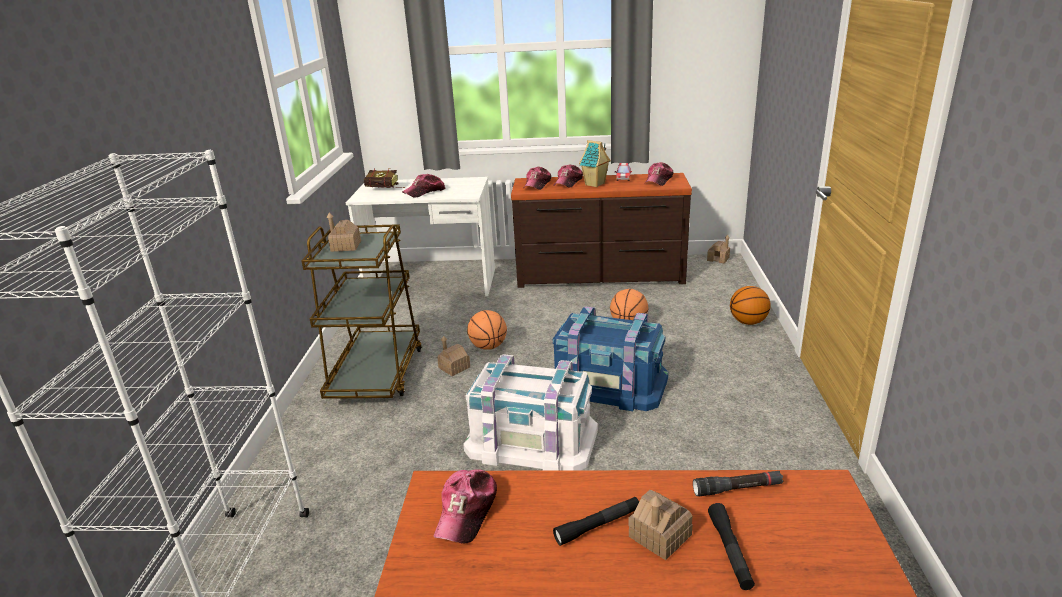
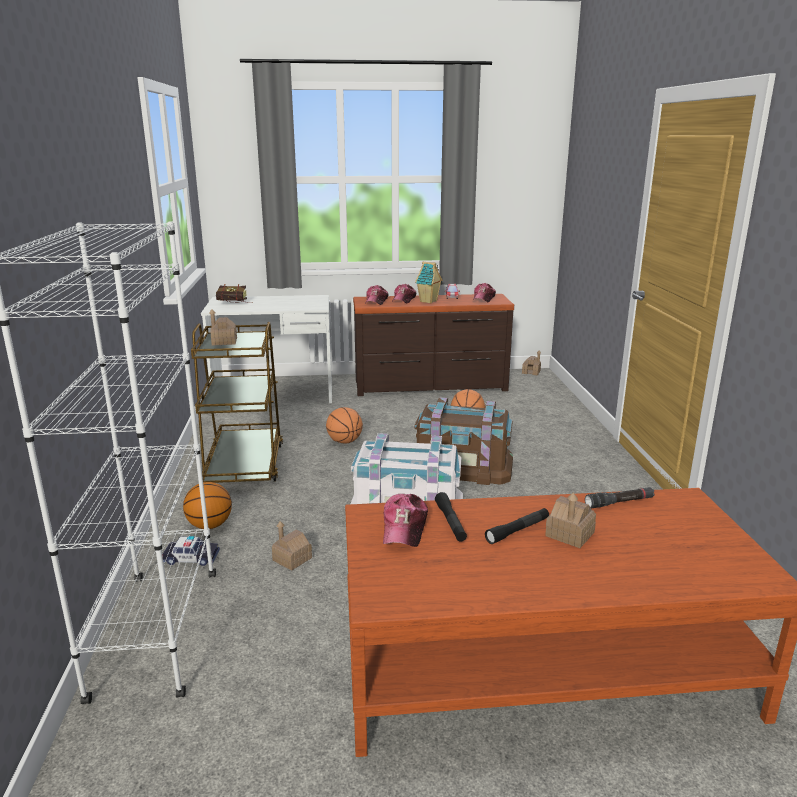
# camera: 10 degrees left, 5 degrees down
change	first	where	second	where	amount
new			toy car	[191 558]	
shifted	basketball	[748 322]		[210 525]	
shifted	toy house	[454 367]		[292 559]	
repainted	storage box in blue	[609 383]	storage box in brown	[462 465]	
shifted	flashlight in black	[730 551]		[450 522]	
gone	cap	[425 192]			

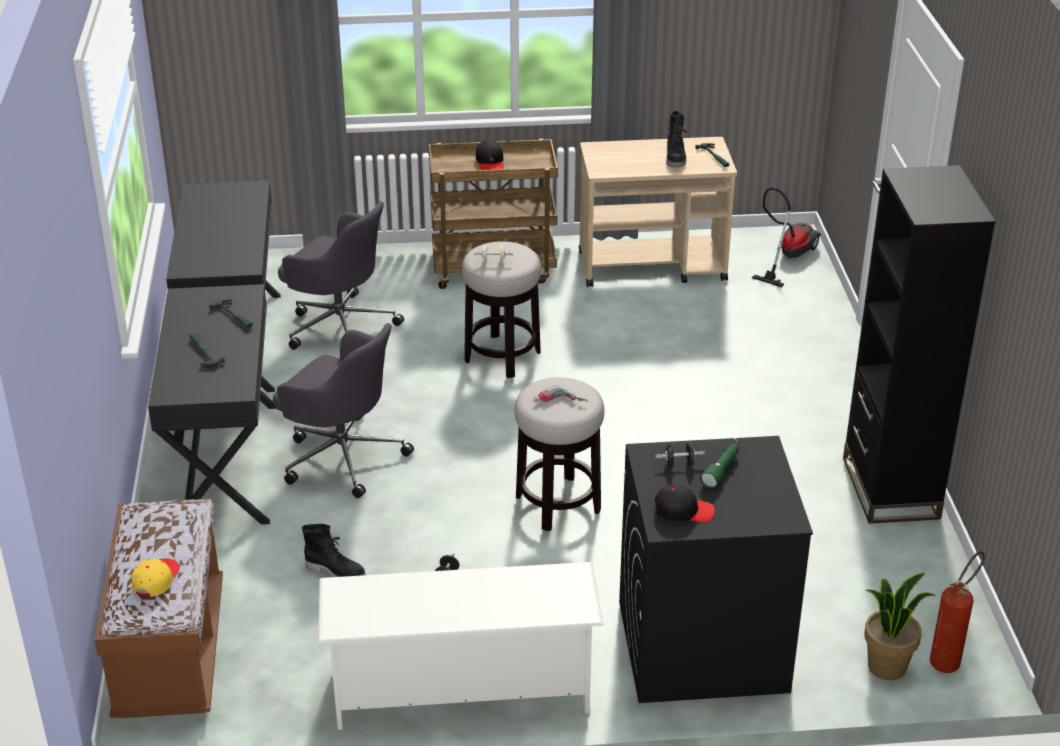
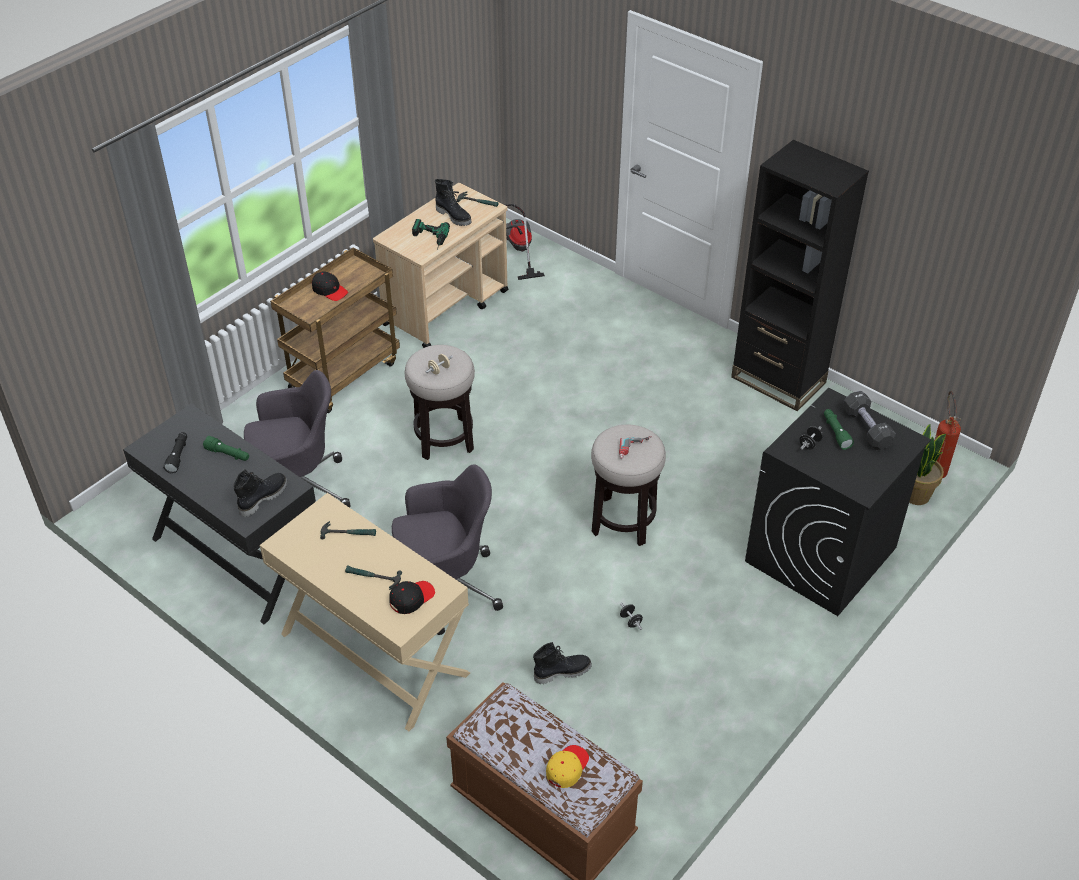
# camera: 45 degrees left, 10 degrees up
change	first	where	second	where	amount
new			flashlight in black	[178 456]	
new			flashlight in green	[228 454]	
new			boot in black	[262 498]	
repainted	desk in black	[224 464]	desk in beige	[373 654]	
shifted	cap in black	[683 511]		[411 598]	
new			power drill	[429 239]	
rotated	cap in yellow	[156 579]		[567 767]	60 degrees clockwise
new			dumbbell in black	[866 429]	
gone	shoe rack in white	[461 689]			

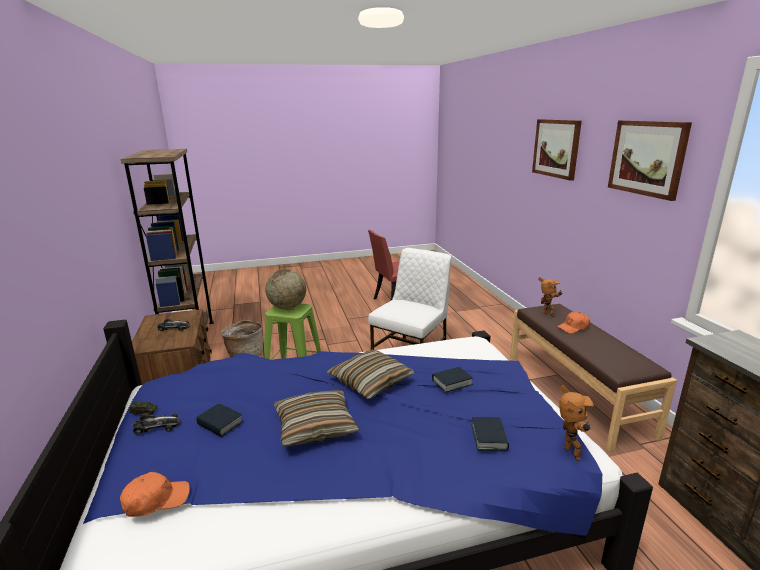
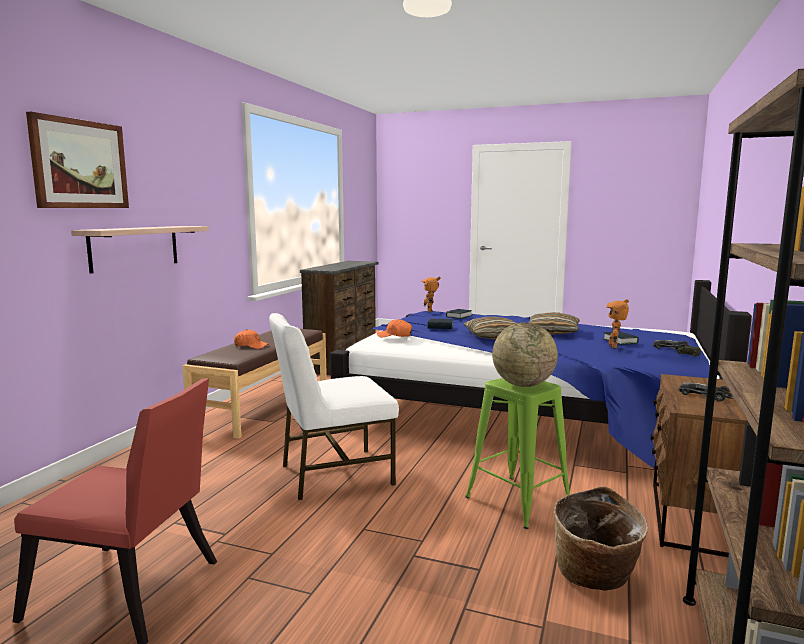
# camera: 145 degrees left, 10 degrees down
change	first	where	second	where	amount
new			shelf	[135 247]	
shifted	cap in orange	[156 500]		[395 336]	
shifted	toy robot	[547 315]		[614 347]	
gone	picture	[647 158]			

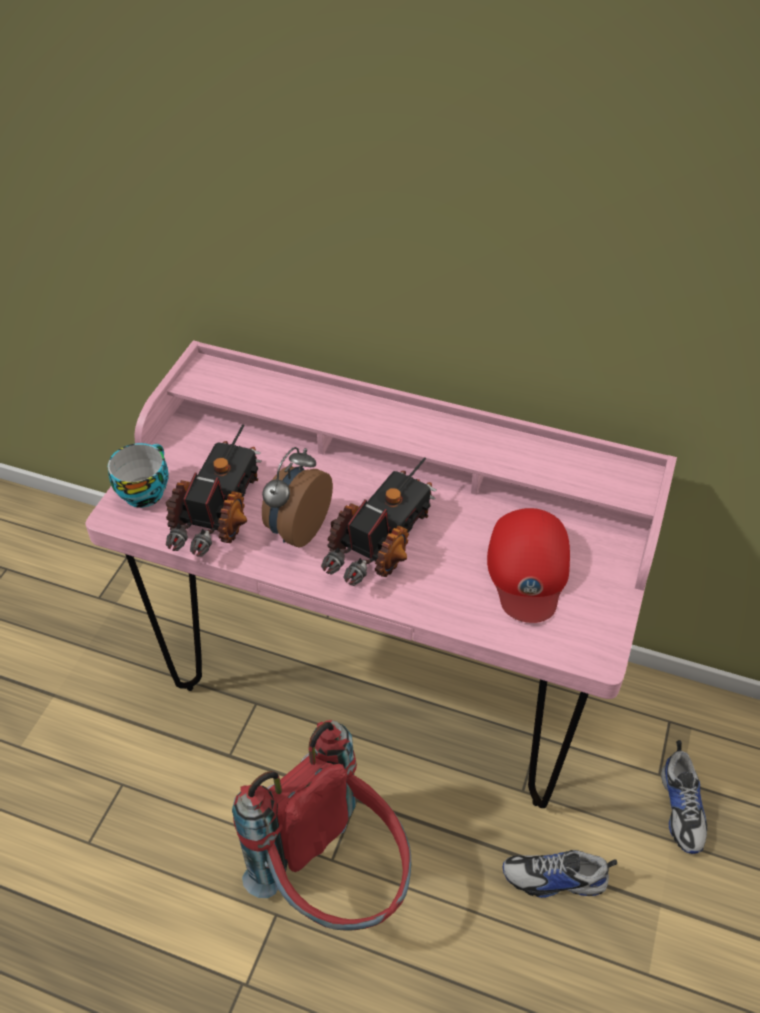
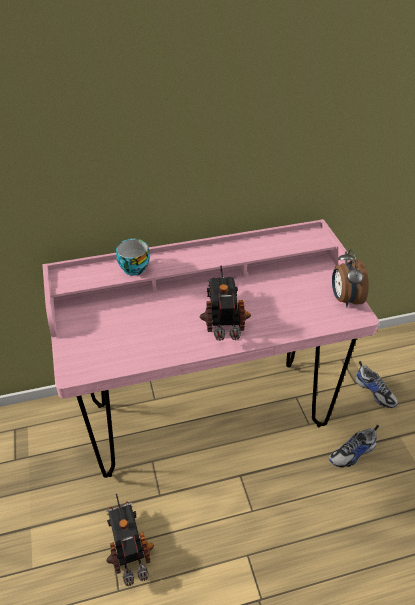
# camera: 35 degrees left, 5 degrees down
change	first	where	second	where	amount
shifted	toy truck	[219 512]		[129 546]	
shifted	cup	[144 490]		[133 267]	
shifted	alarm clock	[297 529]		[344 299]	
gone	backpack in red	[335 880]			
gone	cap in red	[528 569]			

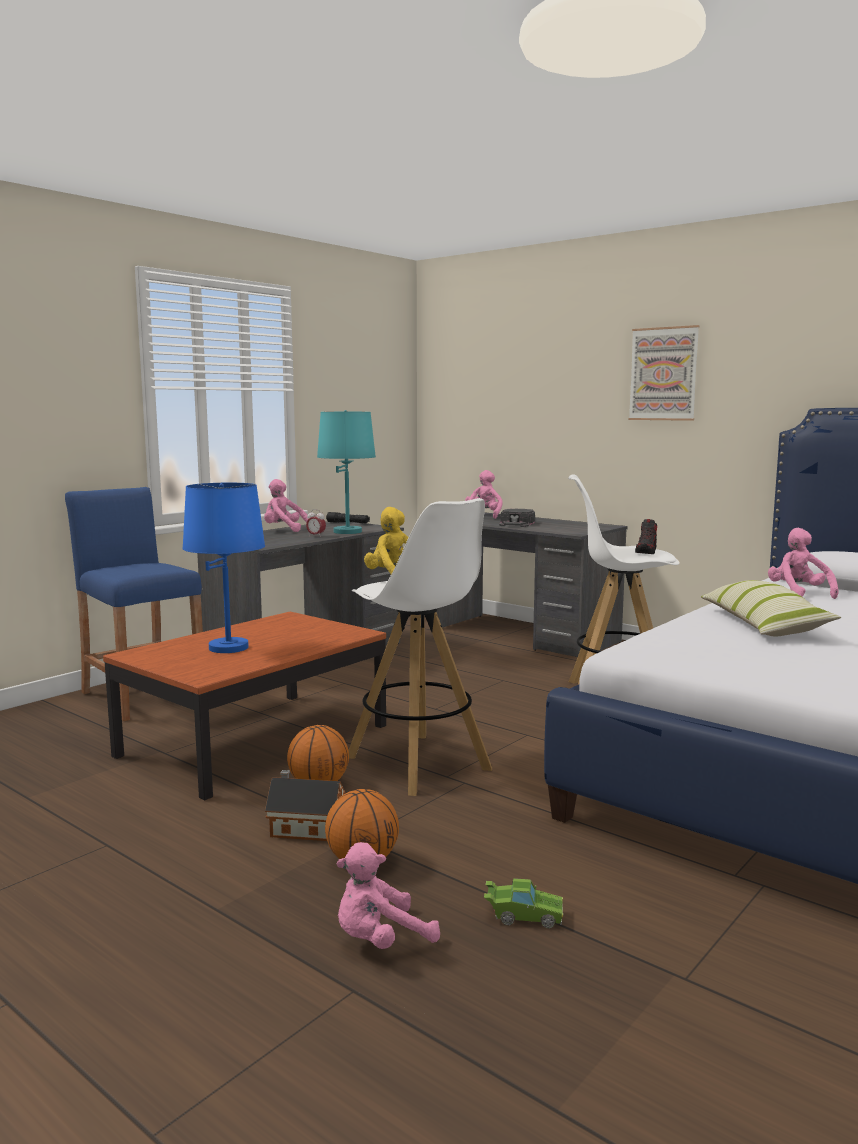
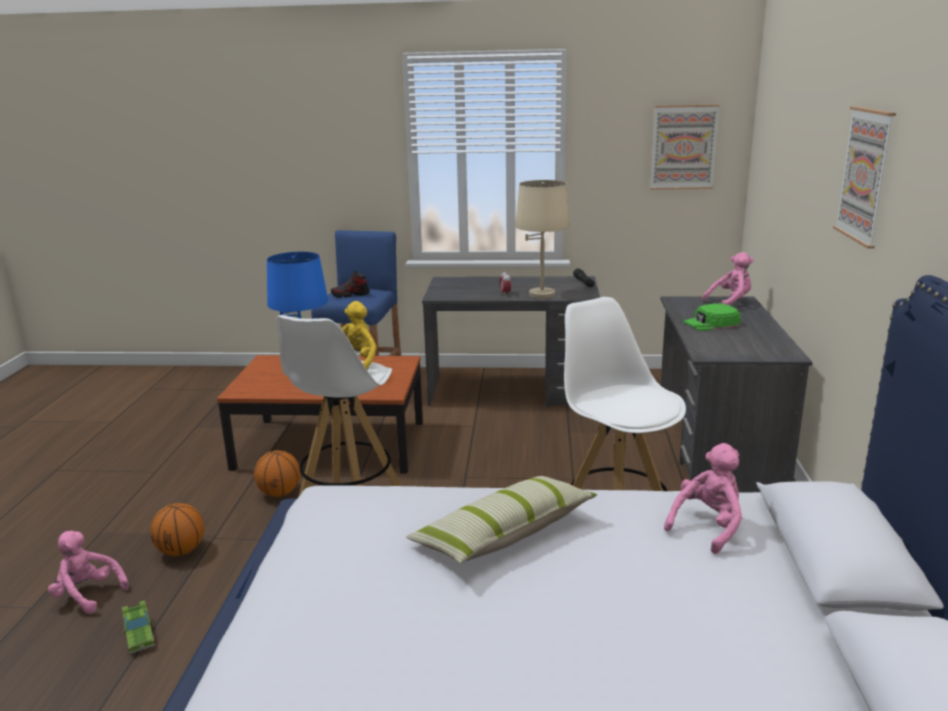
# camera: 55 degrees right, 10 degrees up
change	first	where	second	where	amount
shifted	shoe	[646 551]		[350 295]	
repainted	table lamp in turquoise	[347 532]	table lamp in beige	[542 294]	
new			picture	[683 147]	
repainted	cap in black	[516 523]	cap in green	[711 323]	
gone	plush toy in pink	[285 530]			
gone	toy house	[304 828]			

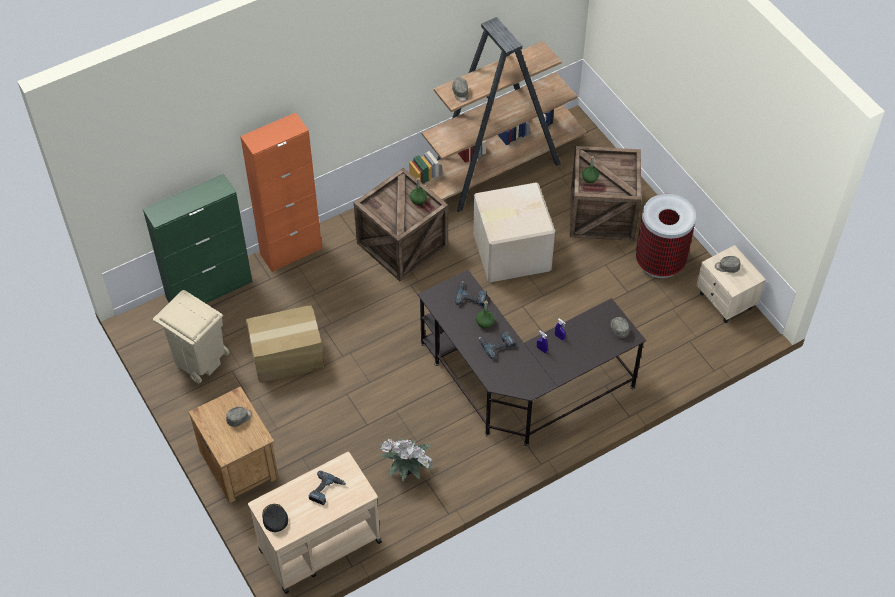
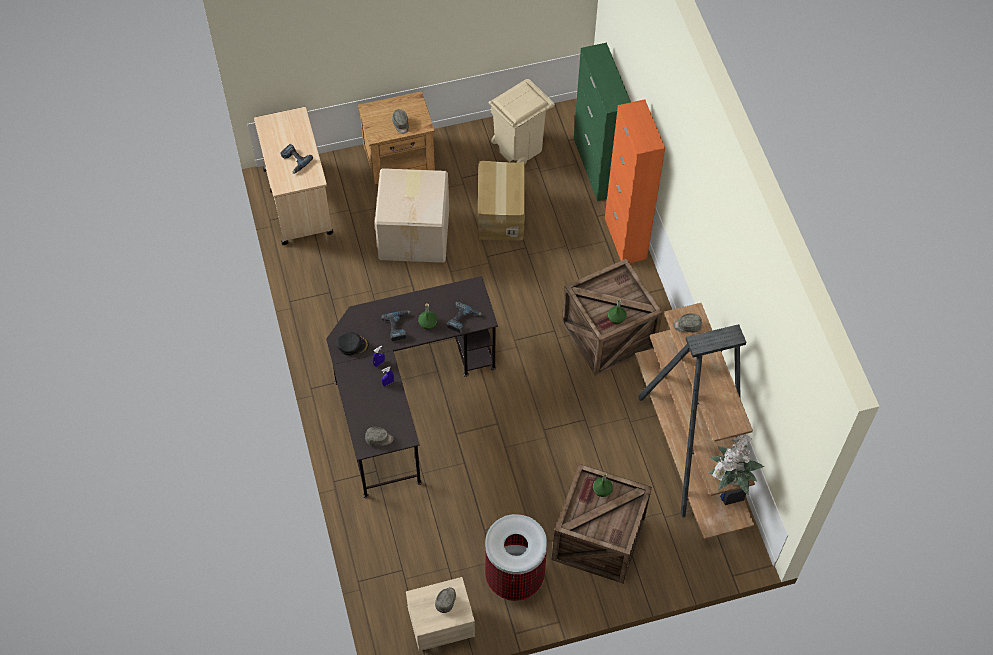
# camera: 105 degrees right, 5 degrees up
change	first	where	second	where	amount
shifted	cap in black	[274 519]		[352 345]	
shifted	cardboard box	[510 252]		[415 233]	
shifted	potted plant	[408 470]		[730 478]	

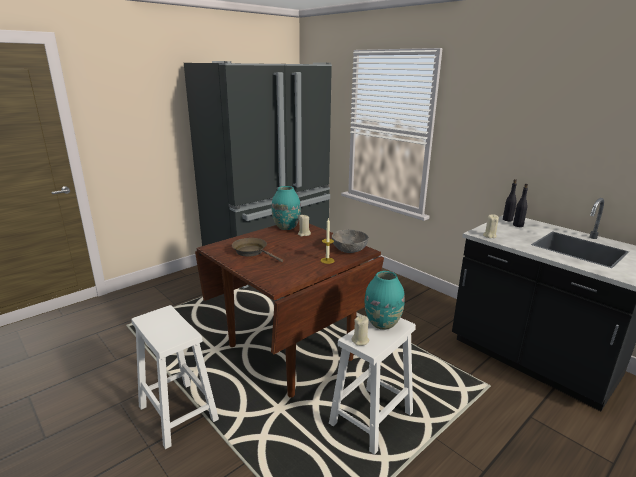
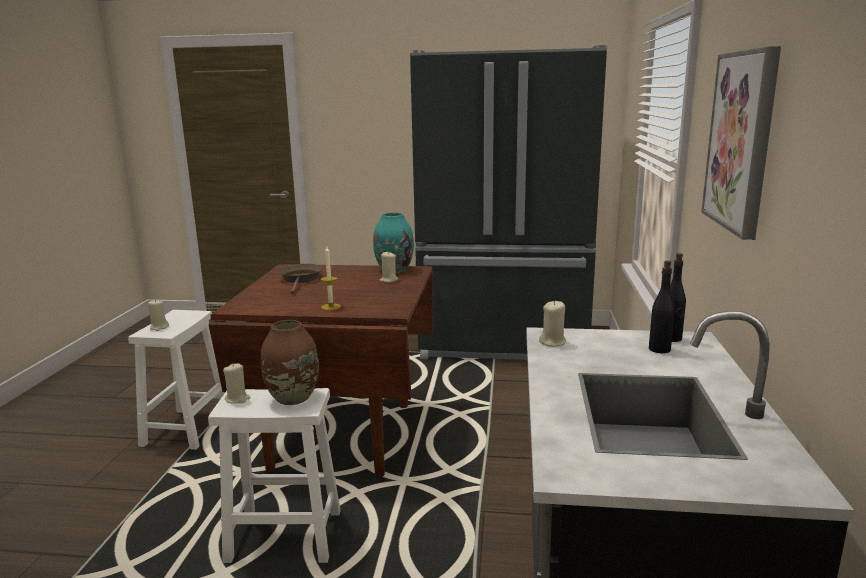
# camera: 50 degrees right, 5 degrees down
change	first	where	second	where	amount
new			candle in beige	[159 327]	
repainted	vase in turquoise	[382 324]	vase in brown	[292 398]	
new			picture	[741 141]	
gone	bowl in grey	[349 249]			

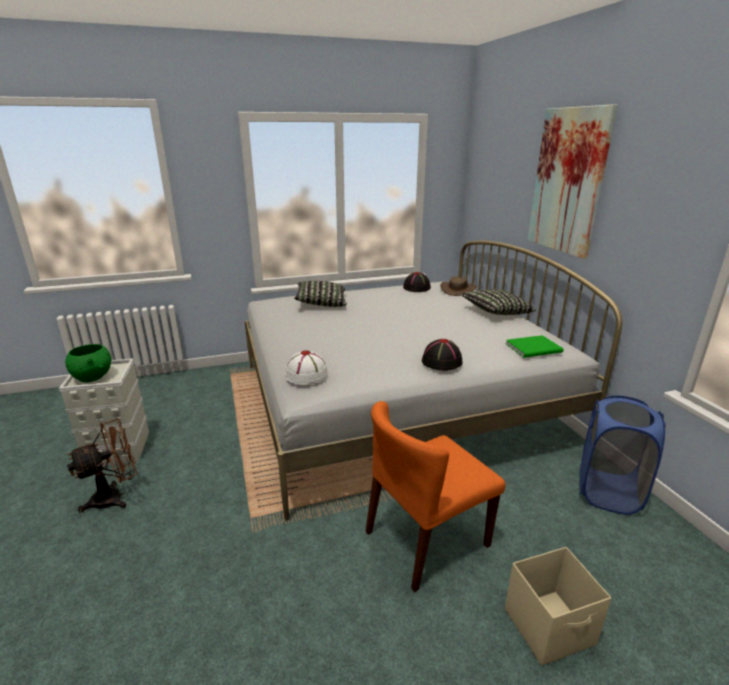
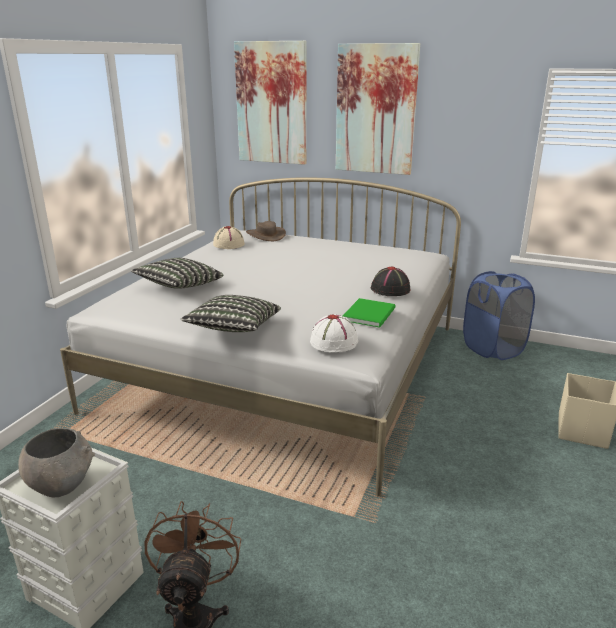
# camera: 50 degrees left, 0 degrees up
change	first	where	second	where	amount
repainted	bowl in green	[93 377]	bowl in grey	[61 484]	
shifted	pillow	[495 313]		[233 329]	
repainted	hat in black	[417 288]	hat in beige	[228 244]	
new			picture	[271 103]	
shifted	book in green	[535 348]		[371 314]	
gone	chair in orange	[426 539]			

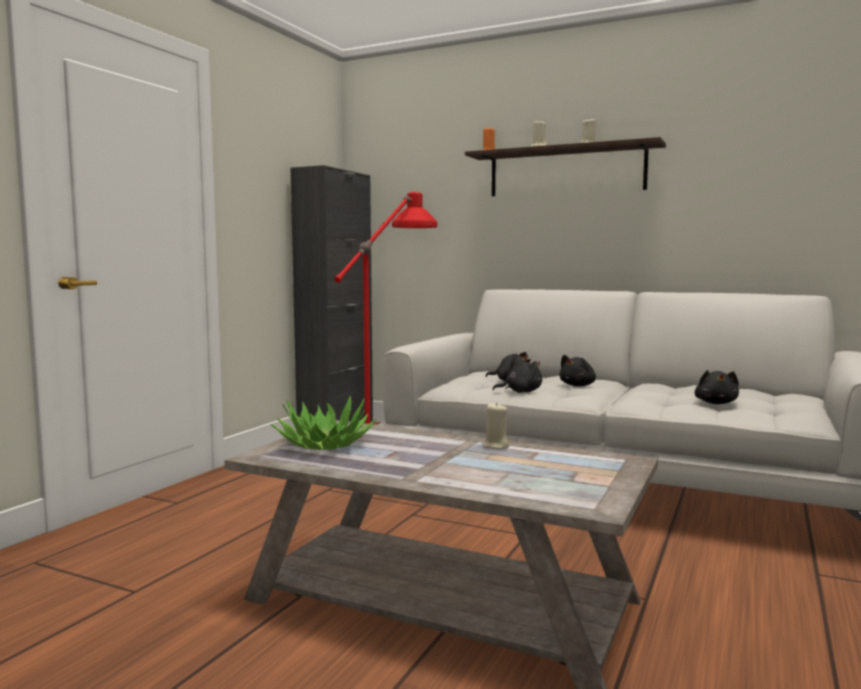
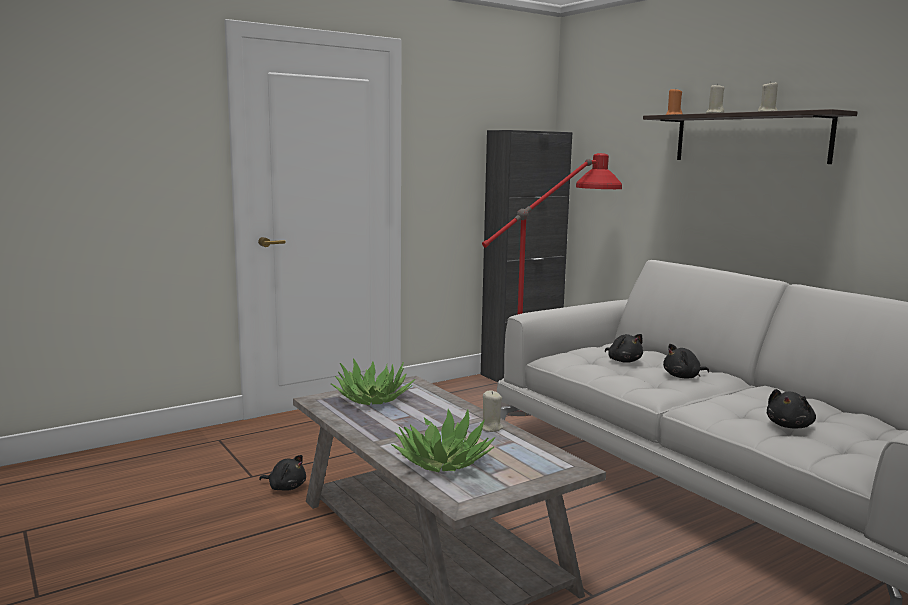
# camera: 30 degrees right, 5 degrees up
change	first	where	second	where	amount
shifted	plush toy in black	[520 392]		[285 487]	
new			potted plant	[442 461]	

